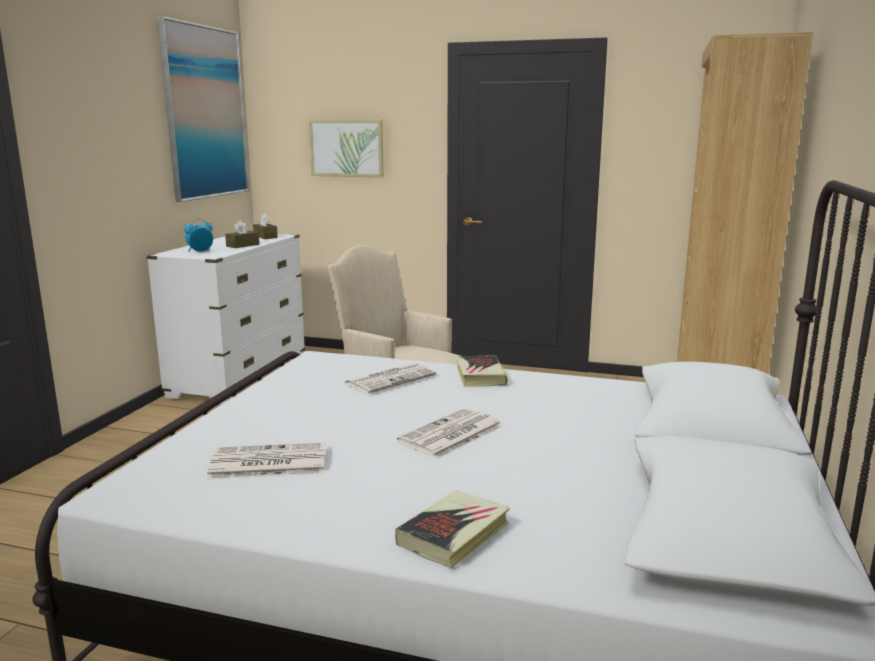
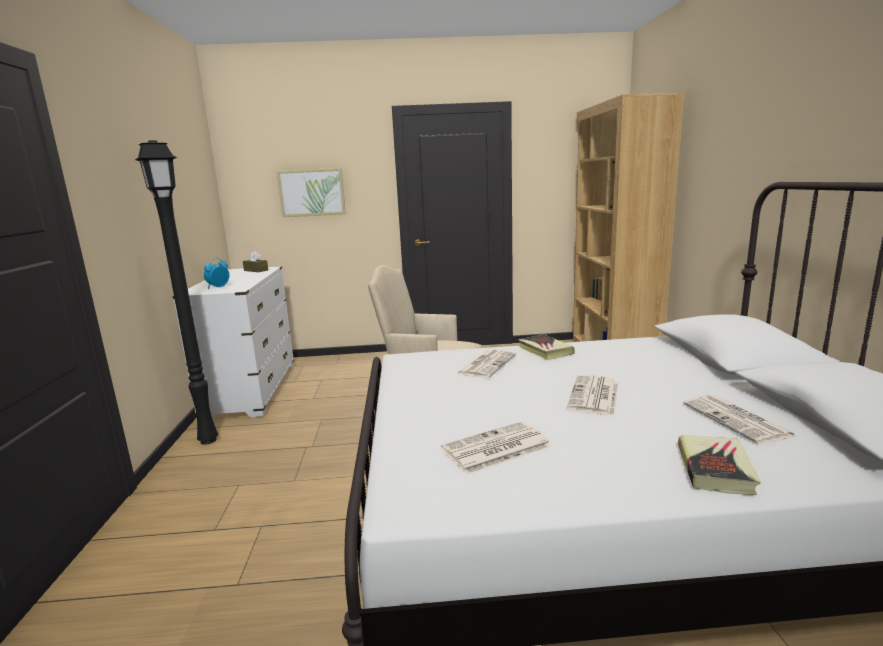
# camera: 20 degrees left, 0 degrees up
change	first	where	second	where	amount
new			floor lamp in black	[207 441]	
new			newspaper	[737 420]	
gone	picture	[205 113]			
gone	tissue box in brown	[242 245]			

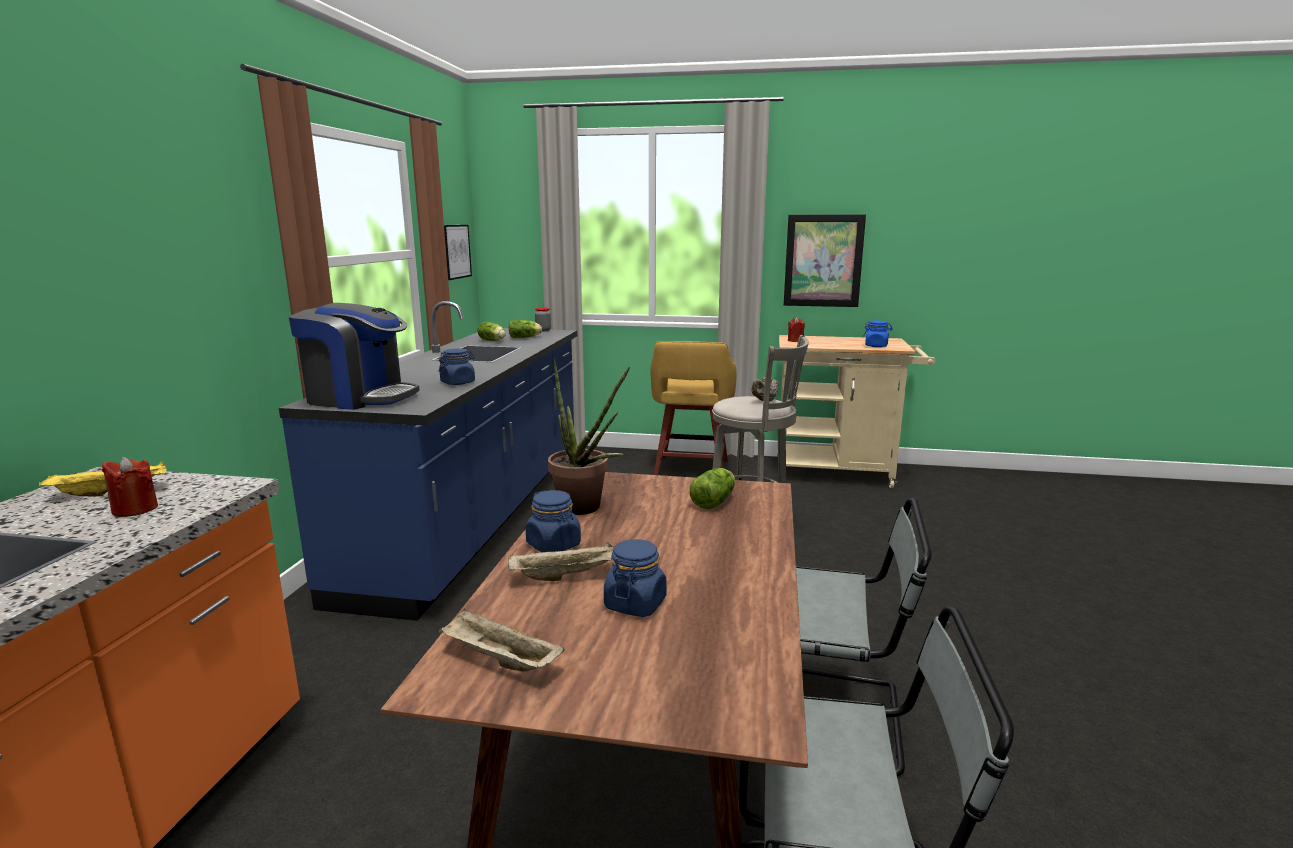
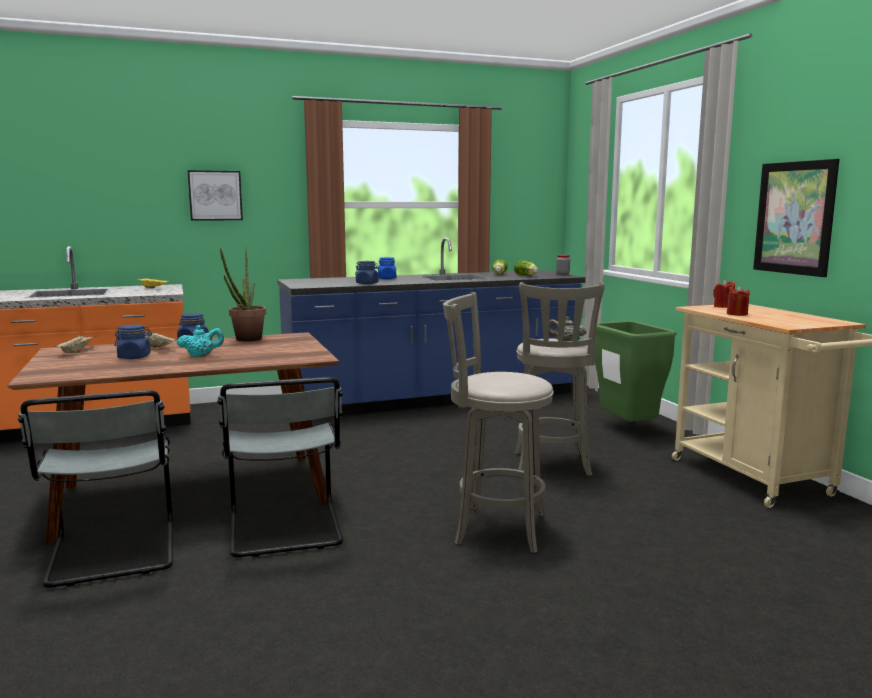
# camera: 60 degrees right, 5 degrees down
change	first	where	second	where	amount
new			teapot in turquoise	[201 356]	
shifted	picture	[454 251]		[215 195]	
shifted	jar in blue	[876 346]		[387 278]	
new			stool in grey	[495 528]	
swapped	stool in yellow	[690 471]	trash can in green	[626 429]	
shifted	candle in red	[135 509]		[737 314]	
gone	coffee machine	[360 398]			
gone	lettuce	[715 501]			

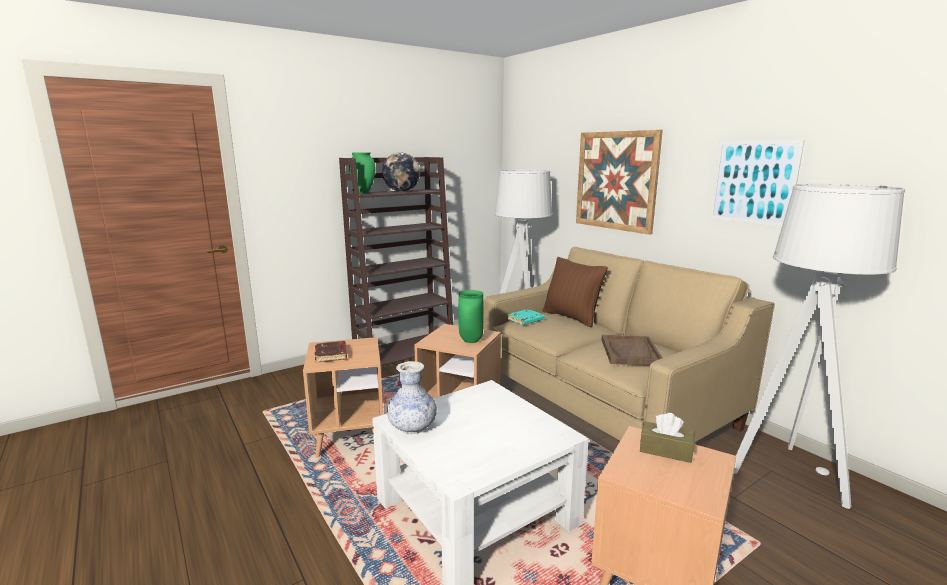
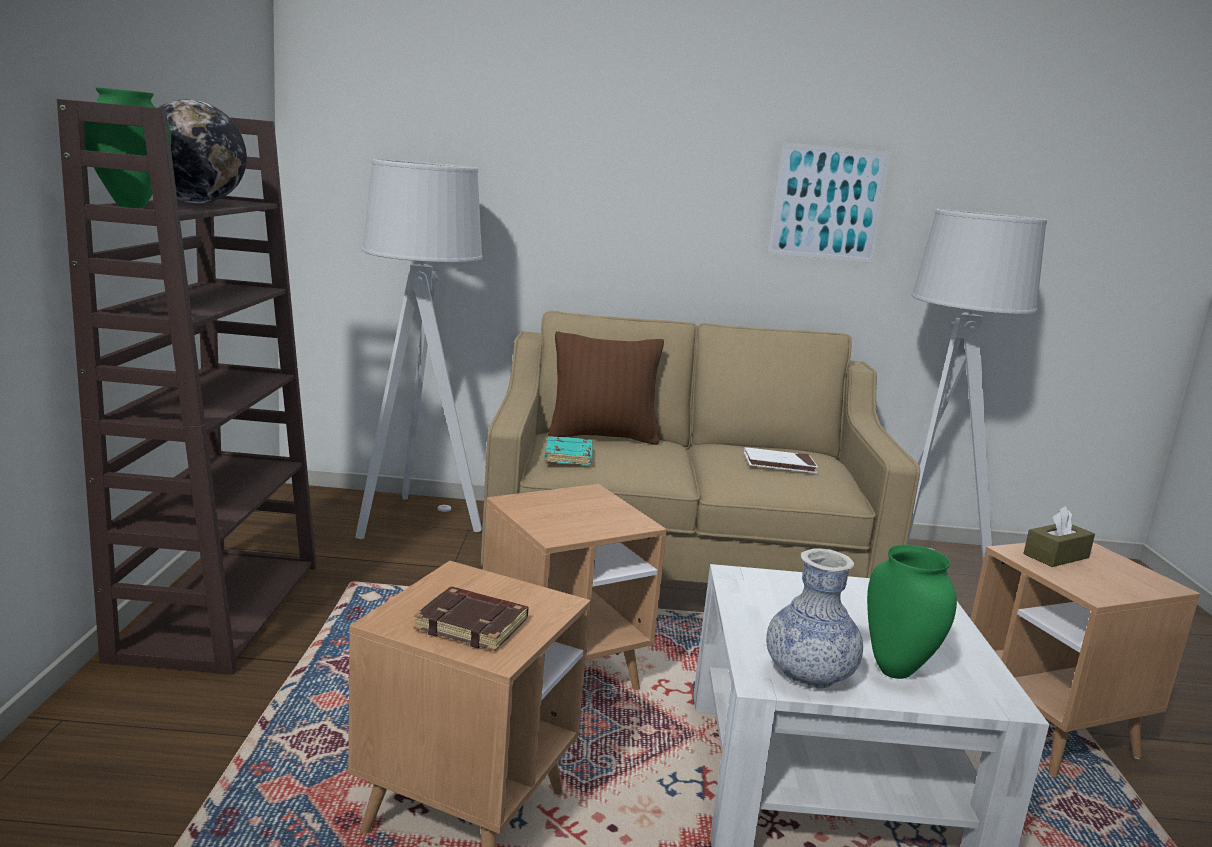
# camera: 55 degrees left, 0 degrees up
change	first	where	second	where	amount
swapped	tray in brown	[630 352]	book in white	[779 464]	
shifted	vase in green	[471 341]		[897 670]	
gone	picture	[616 181]			

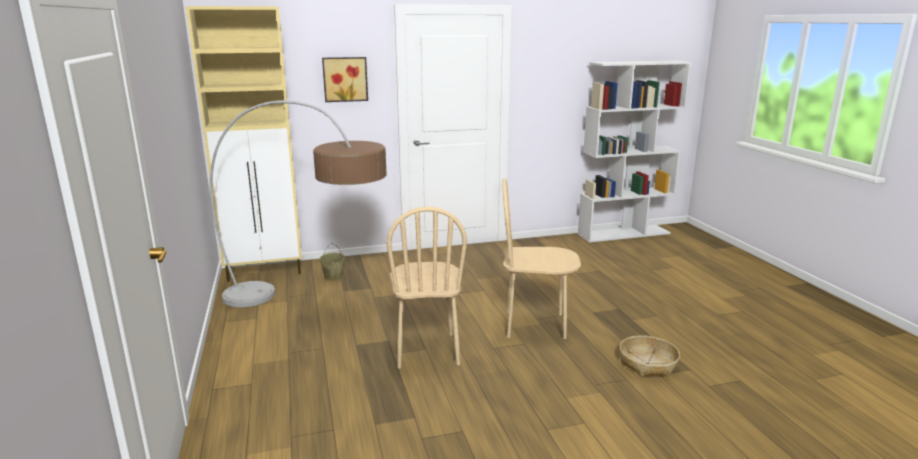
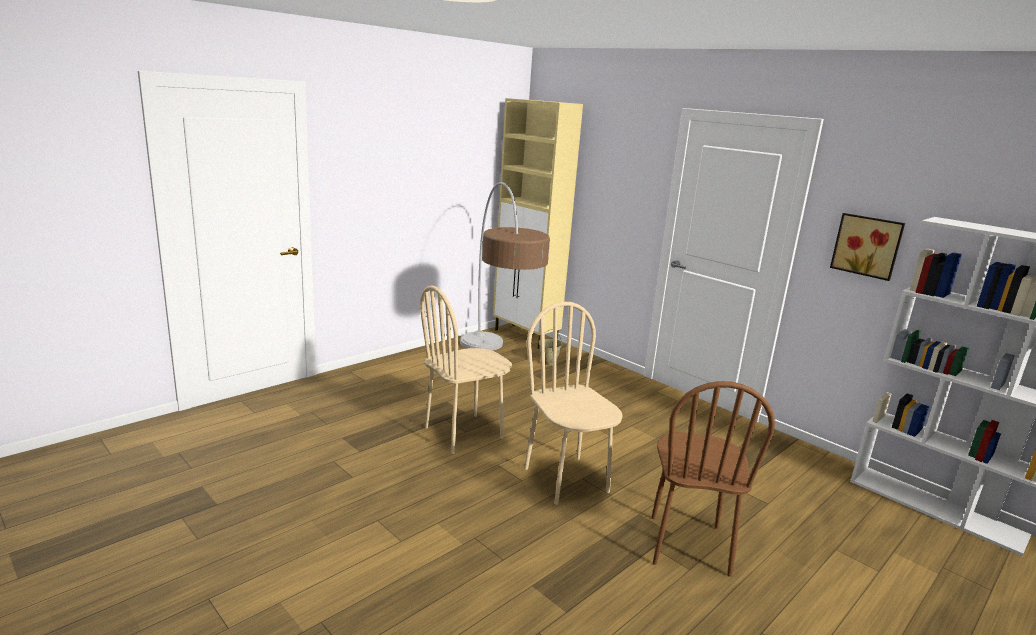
# camera: 60 degrees right, 0 degrees up
change	first	where	second	where	amount
new			chair in brown	[688 545]	
shifted	picture	[345 79]		[867 245]	
gone	basket	[647 363]			

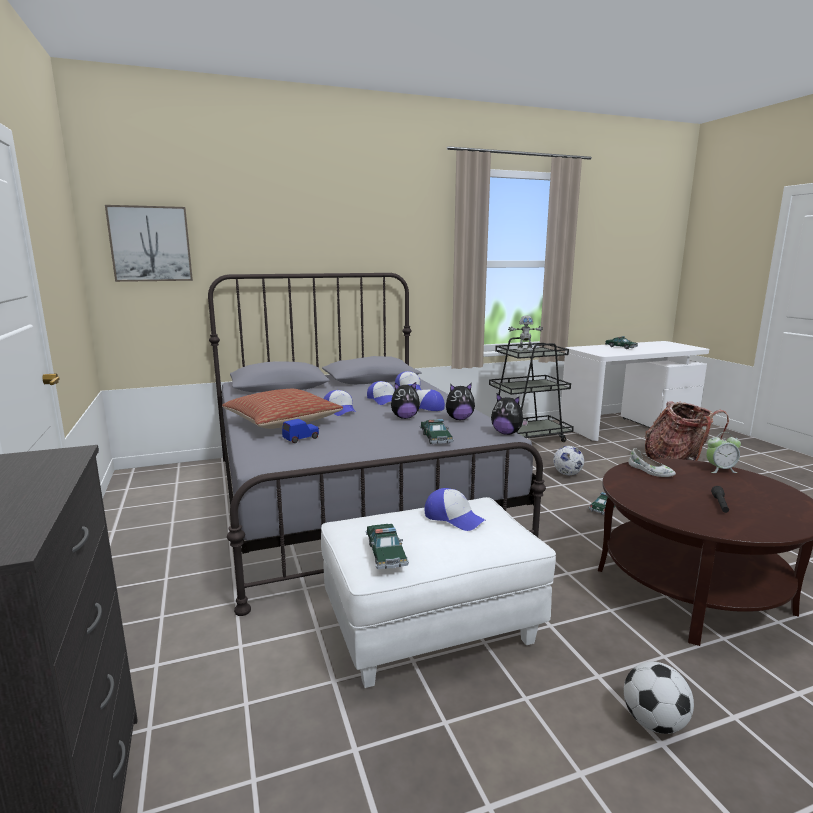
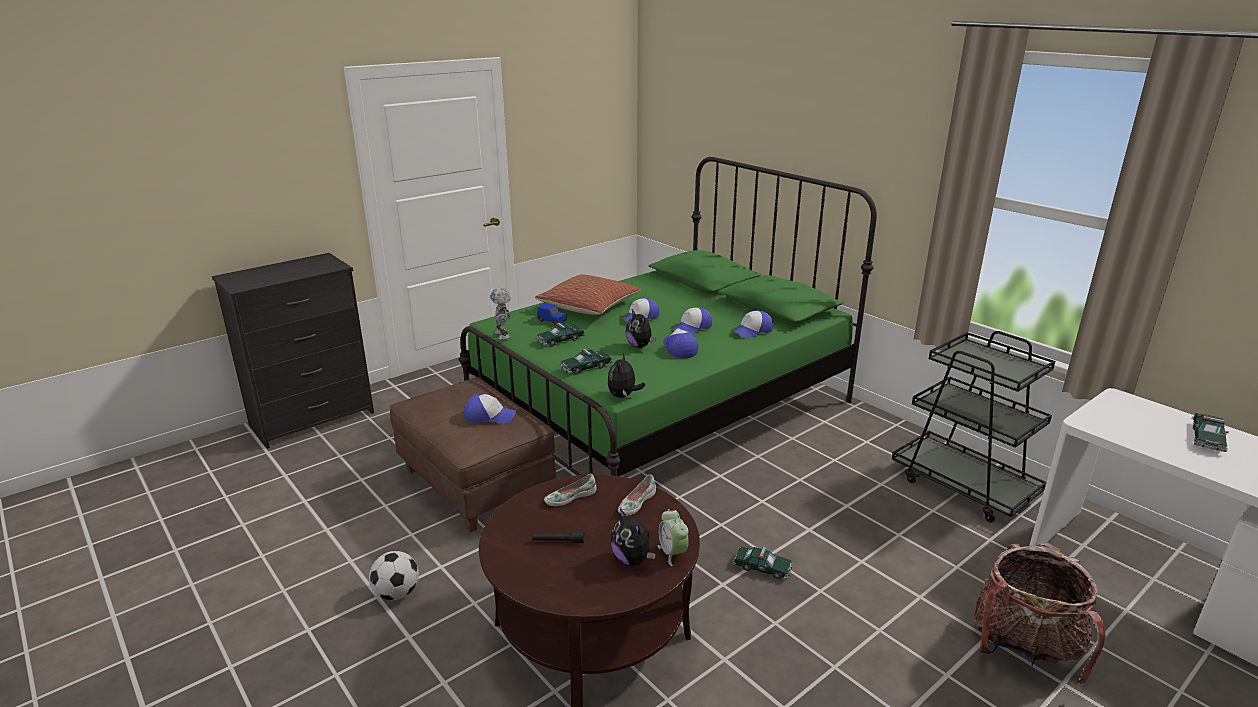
# camera: 70 degrees right, 10 degrees up
change	first	where	second	where	amount
repainted	ottoman in white	[431 628]	ottoman in brown	[475 484]	
repainted	bed in grey	[351 498]	bed in green	[662 406]	
rotated	cap	[453 518]		[489 416]	105 degrees counterclockwise
shifted	toy robot	[524 350]		[503 335]	
shifted	toy car	[386 553]		[560 340]	
new			shoe in white	[570 497]	
shifted	plush toy	[459 419]		[632 559]	
gone	picture	[150 244]			
gone	football	[567 474]			

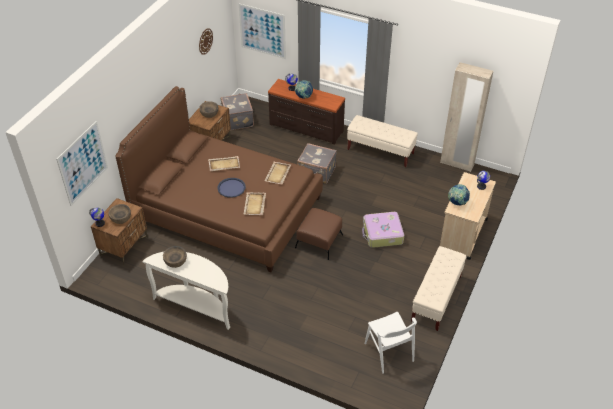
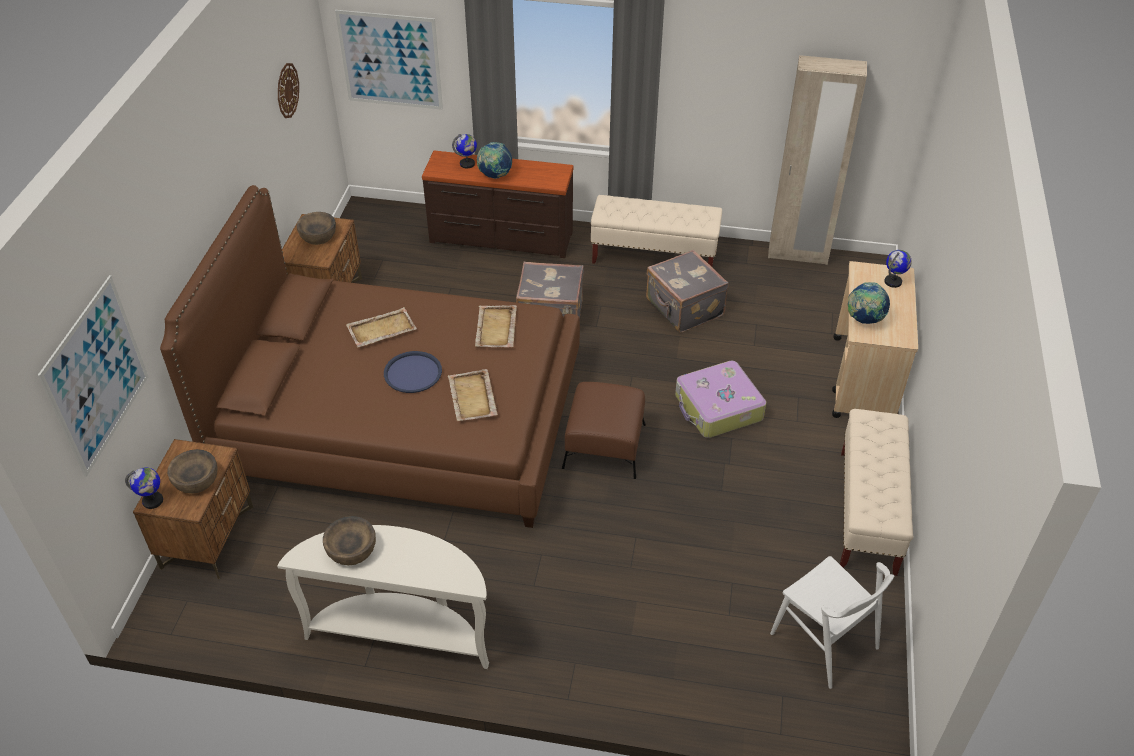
# camera: 15 degrees left, 0 degrees up
change	first	where	second	where	amount
shifted	suitcase in grey	[237 120]		[683 308]	

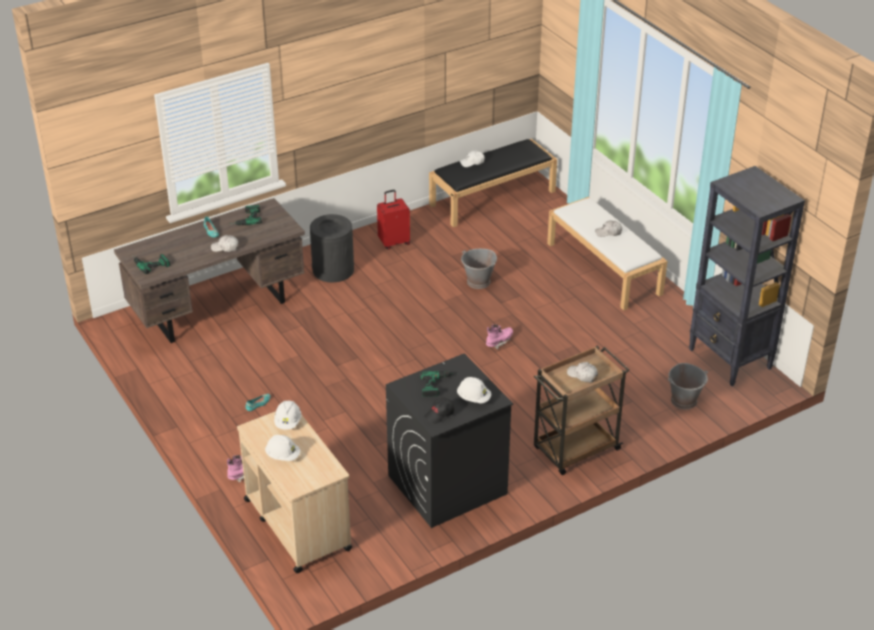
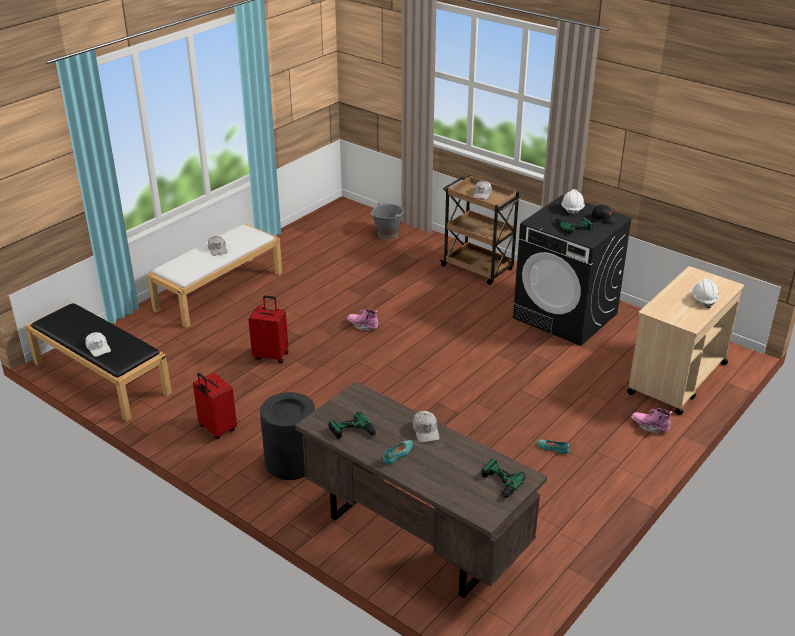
# camera: 110 degrees left, 5 degrees down
change	first	where	second	where	amount
swapped	bucket in grey	[478 282]	suitcase in red	[271 355]	
gone	hard hat in white	[288 422]			
gone	bookcase in black	[730 359]			

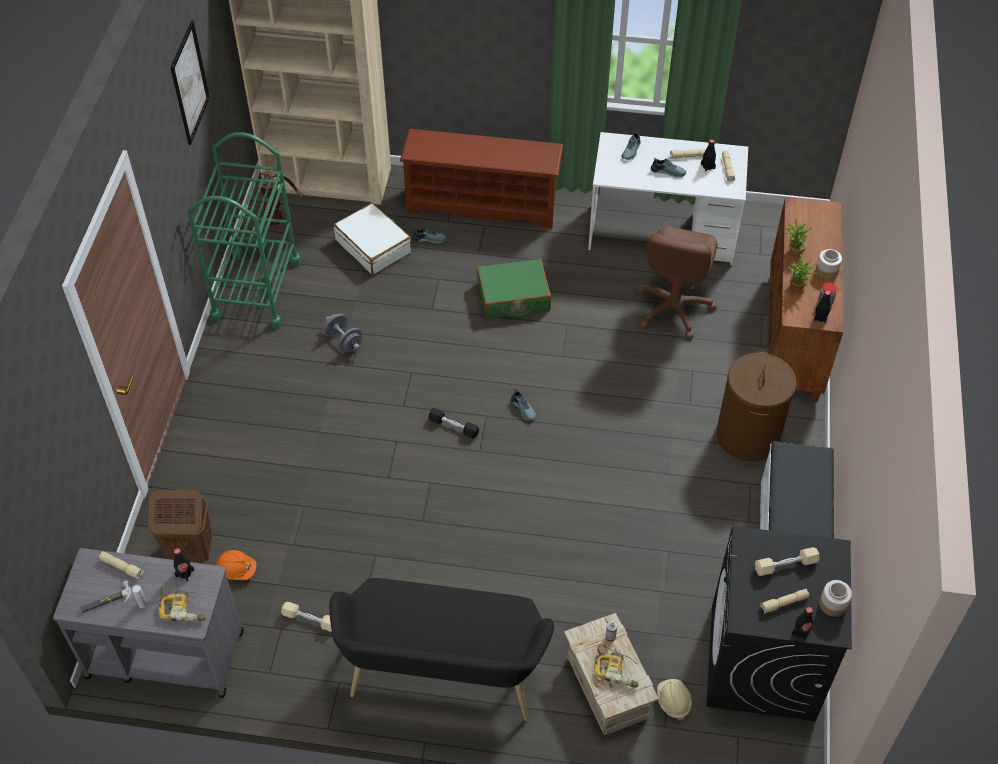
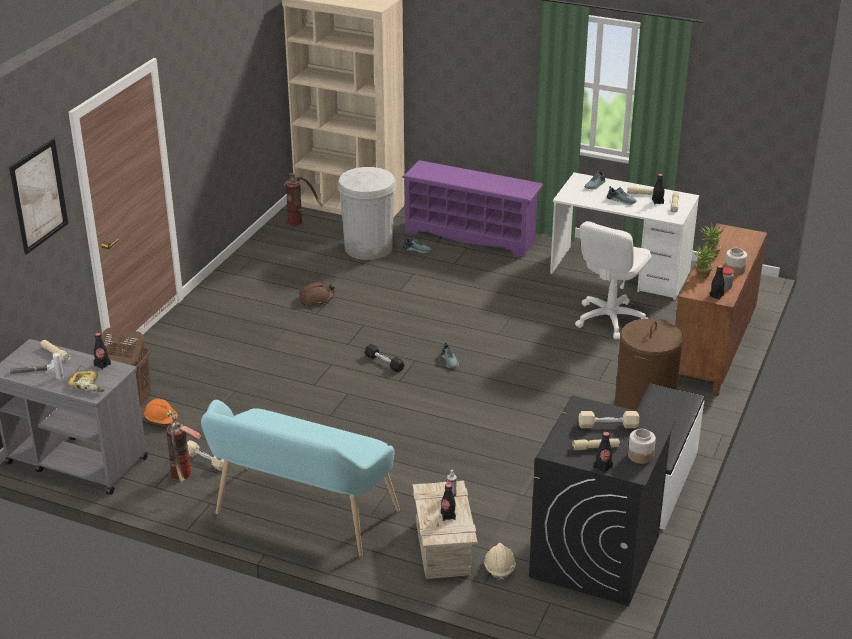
# camera: 15 degrees right, 20 degrees down
change	first	where	second	where	amount
shifted	picture	[189 83]		[38 196]	
new			fire extinguisher	[184 478]	
repainted	bench in black	[443 678]	bench in turquoise	[300 516]	
swapped	dumbbell in grey	[343 341]	hard hat in brown	[316 299]	
swapped	suitcase in white	[373 246]	trash can in white	[368 248]	
repainted	shoe rack in brown	[483 204]	shoe rack in purple	[472 236]	
swapped	power drill	[617 669]	bottle in black	[448 516]	
repainted	office chair in brown	[673 308]	office chair in white	[610 319]	
gone	cart in green	[256 289]			
gone	suitcase in green	[513 297]			

